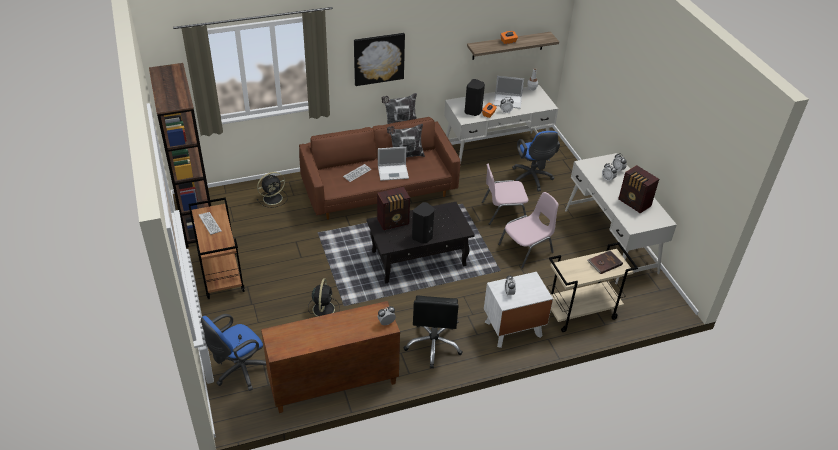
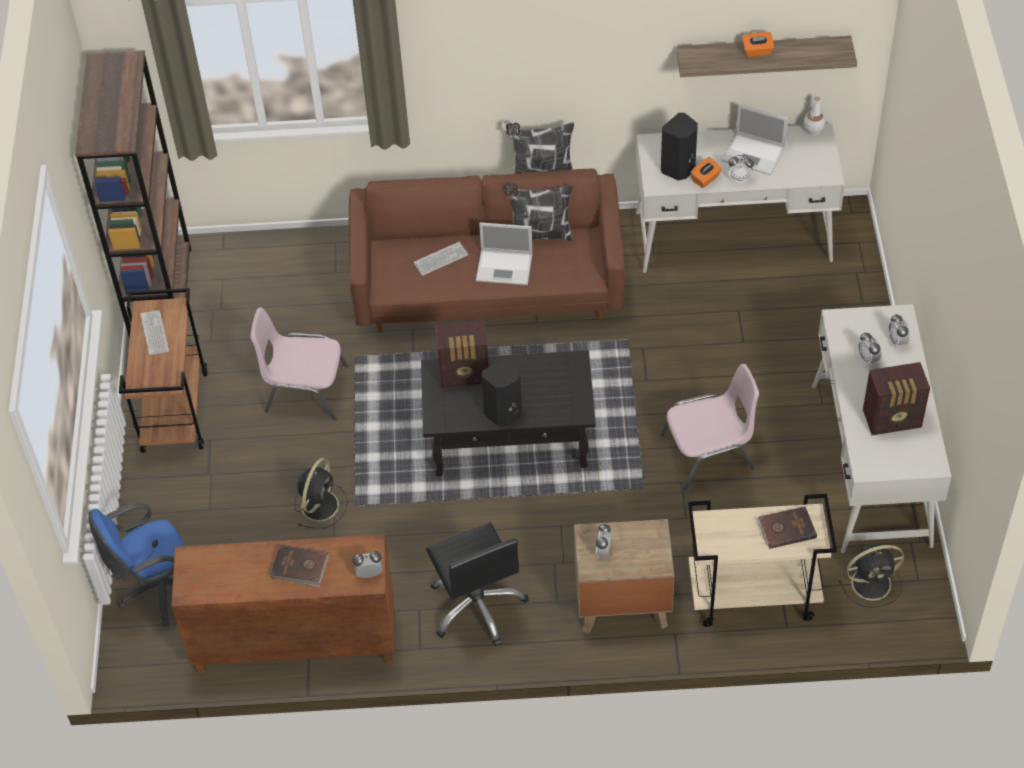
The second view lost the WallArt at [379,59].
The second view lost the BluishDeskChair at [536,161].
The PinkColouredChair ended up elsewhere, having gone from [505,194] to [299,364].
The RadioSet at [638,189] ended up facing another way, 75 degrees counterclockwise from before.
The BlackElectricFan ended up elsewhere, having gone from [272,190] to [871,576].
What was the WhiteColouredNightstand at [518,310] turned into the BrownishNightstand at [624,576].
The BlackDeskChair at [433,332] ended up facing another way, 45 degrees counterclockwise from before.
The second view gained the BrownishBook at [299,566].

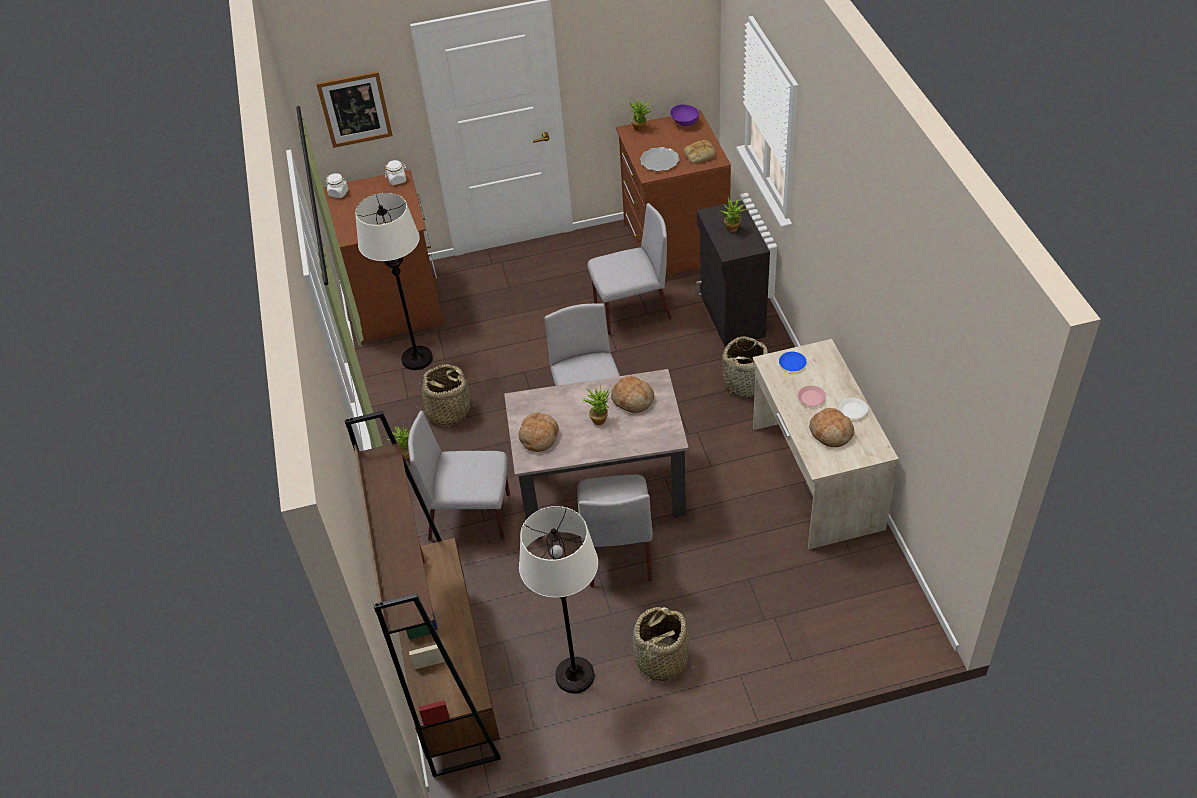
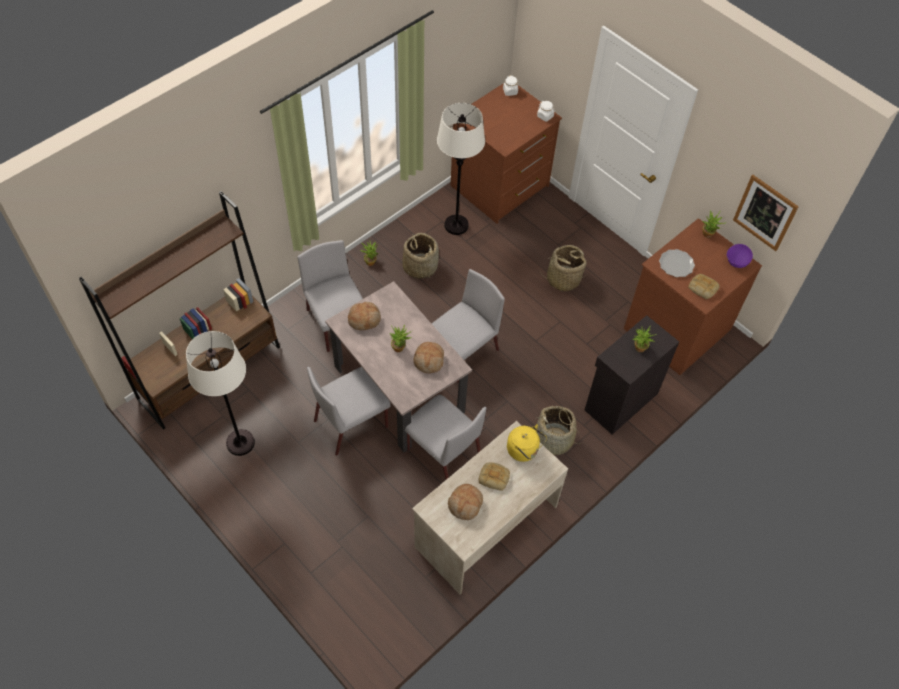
The WallArt ended up elsewhere, having gone from [354,109] to [766,213].
The GreyChair ended up elsewhere, having gone from [629,269] to [445,437].
Where the BluishDinnerPlate stood at [792,361], the YellowishTeaKettle came to stand at [527,443].
Where the PinkColouredDinnerPlate stood at [812,396], the BakedBread came to stand at [494,477].
The second view lost the WhiteColouredDinnerPlate at [853,408].
The Basket ended up elsewhere, having gone from [661,644] to [564,268].

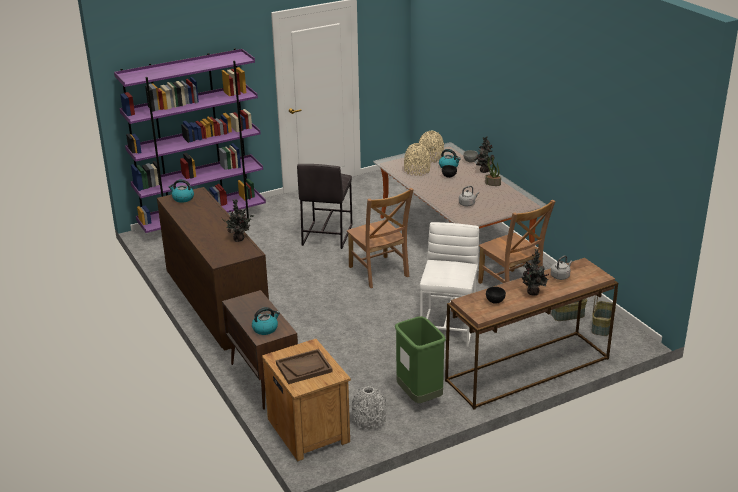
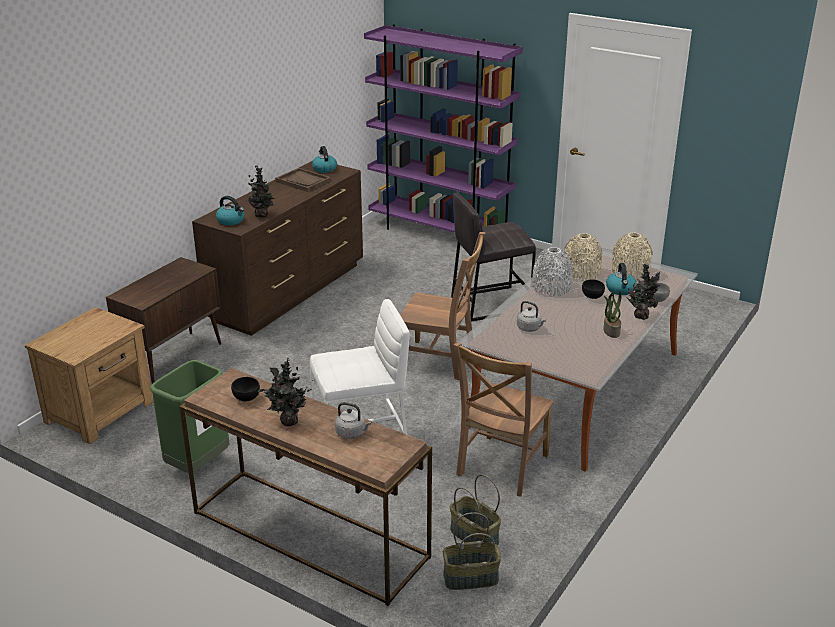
The BrownishChair at [380,238] ended up facing another way, 105 degrees counterclockwise from before.
The TeaKettle ended up elsewhere, having gone from [266,321] to [230,210].
The BrownishCarryingTray ended up elsewhere, having gone from [304,366] to [303,180].
The GreyFlowerVase ended up elsewhere, having gone from [369,408] to [552,272].

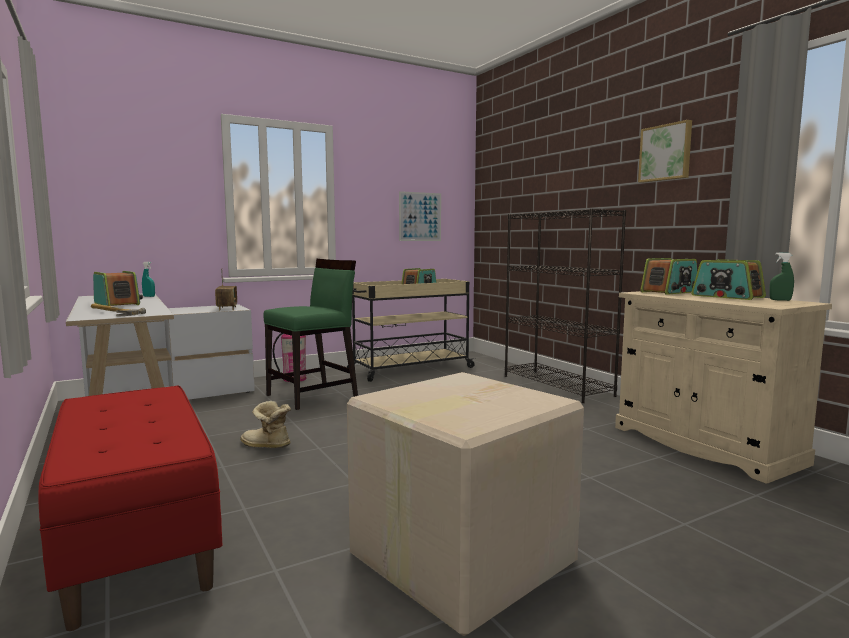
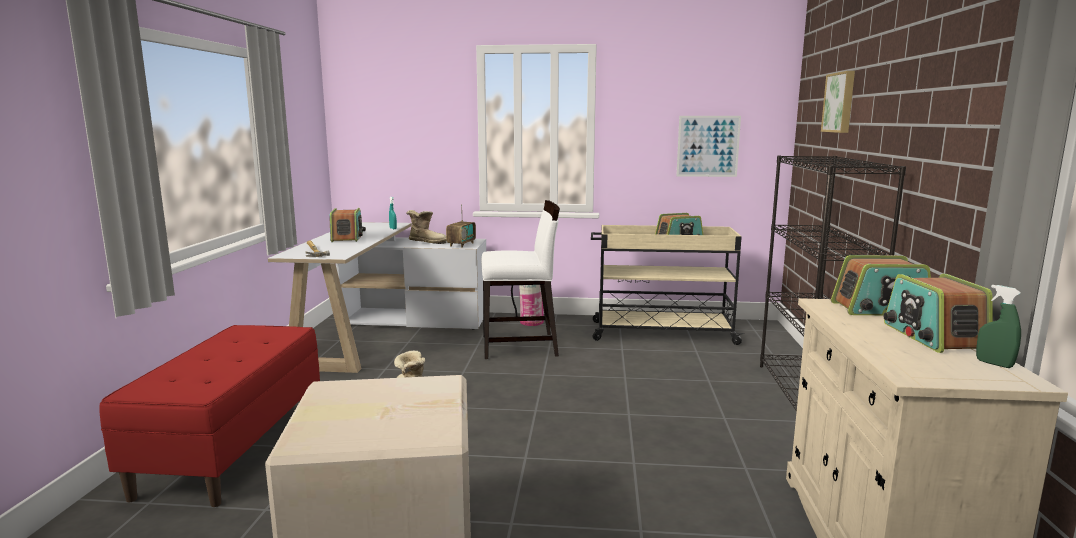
The WallArt ended up elsewhere, having gone from [665,151] to [838,102].
What was the GreenColouredChair at [310,334] turned into the WhiteColouredChair at [520,279].
The second view gained the Boot at [426,227].

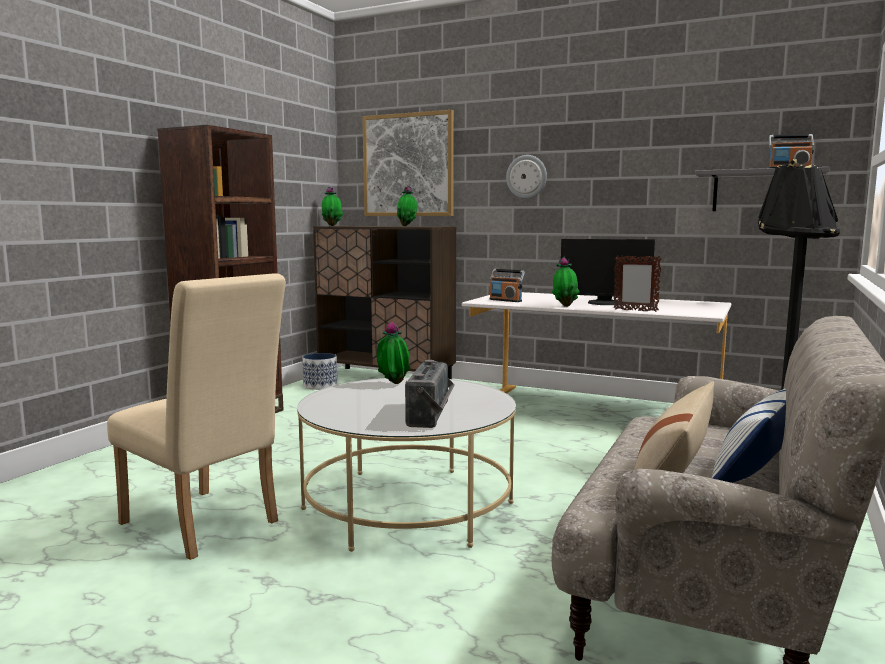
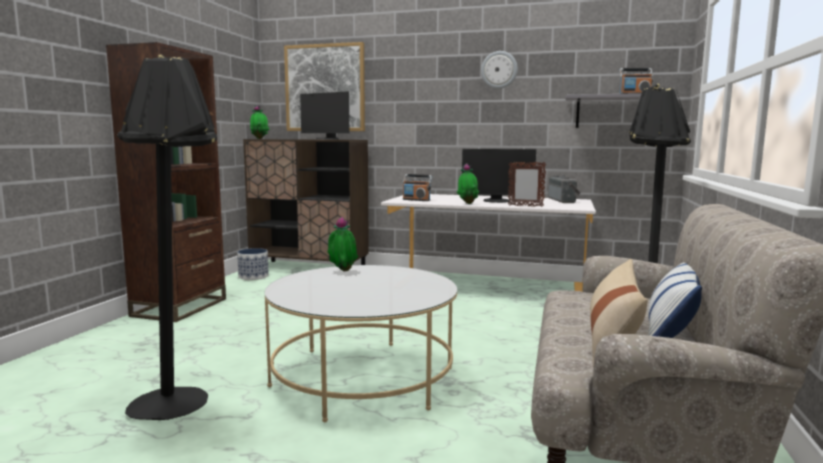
The HangingClock ended up elsewhere, having gone from [526,176] to [499,70].
Where the PlantInAPot stood at [407,205], the Monitor came to stand at [324,115].
Where the BeigeColouredChair stood at [196,416], the BlackFloorLamp came to stand at [167,237].
The RadioSet ended up elsewhere, having gone from [430,394] to [564,189].

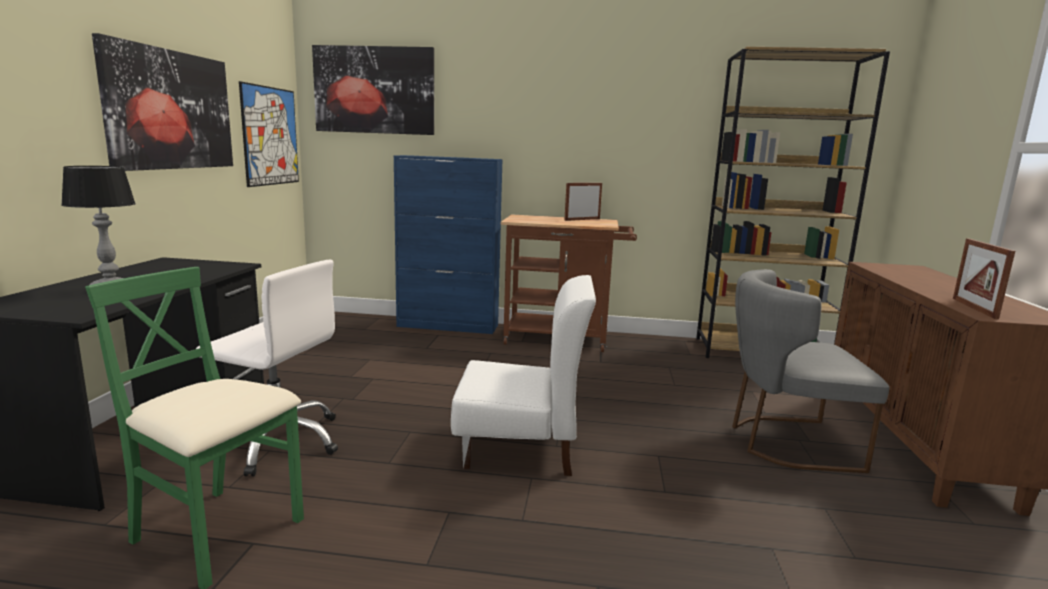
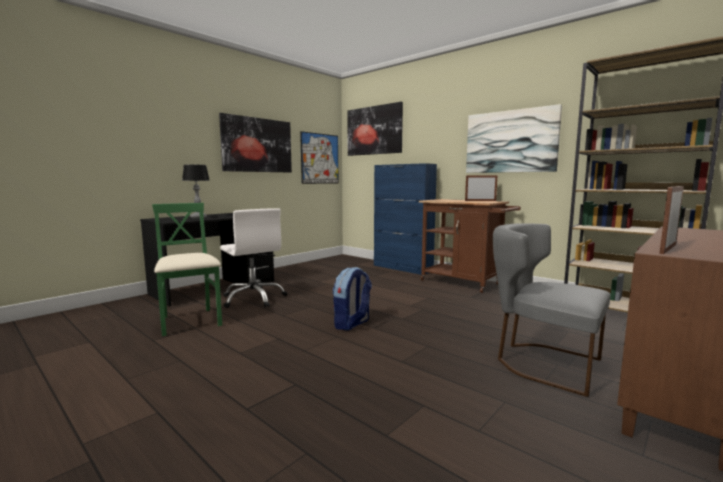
Where the WhiteColouredChair stood at [523,375], the Backpack came to stand at [352,299].
The second view gained the WallArt at [514,138].

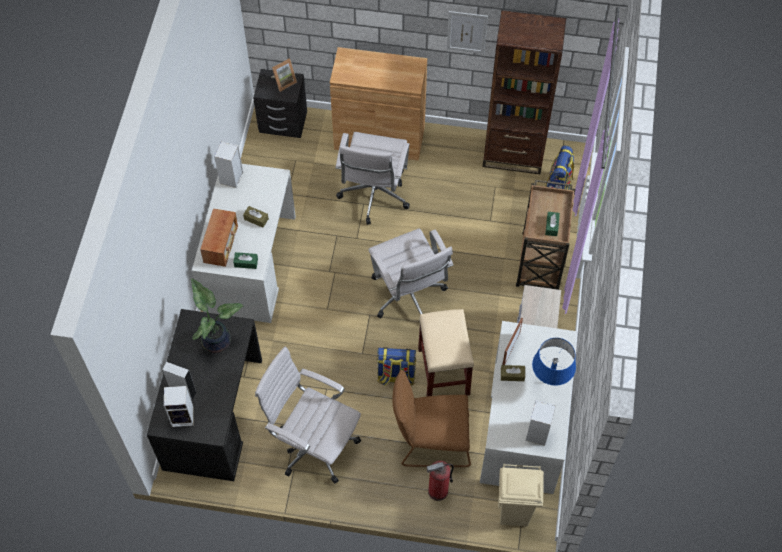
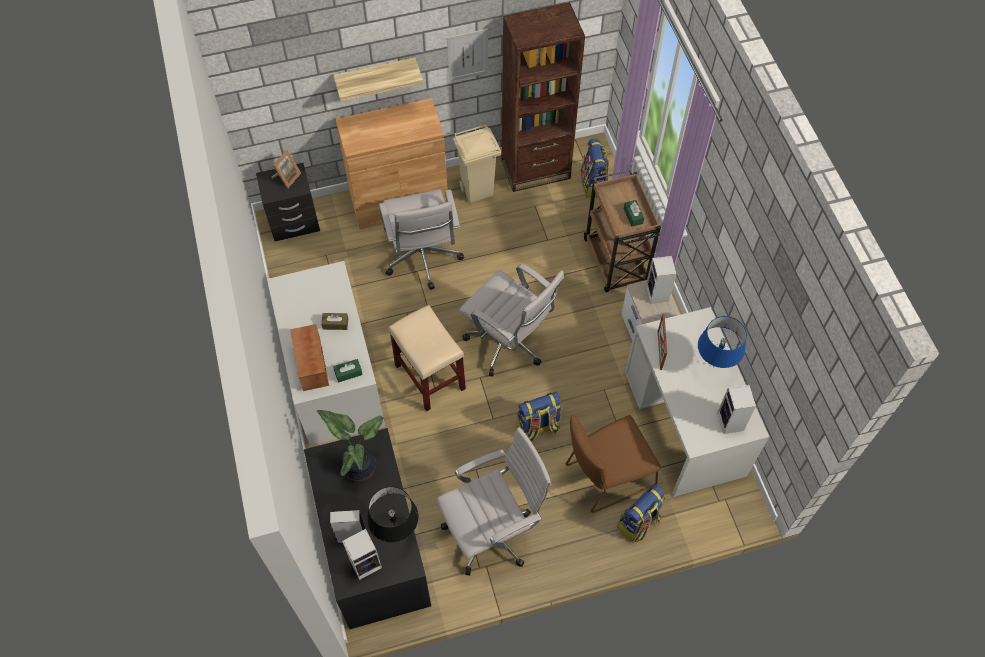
The Speaker ended up elsewhere, having gone from [228,164] to [661,280].
The BeigeColouredStoolSeat ended up elsewhere, having gone from [446,352] to [427,358].
The WhiteColouredDeskChair at [308,415] ended up facing another way, 150 degrees clockwise from before.
The second view lost the BrownishBoxOfTissues at [513,373].
Where the FireFightingCylinder stood at [440,481], the Backpack came to stand at [641,513].
The BeigeColouredTrashCan ended up elsewhere, having gone from [521,495] to [477,163].
The second view gained the BracketShelf at [378,79].
The second view gained the BlackTableLamp at [393,514].

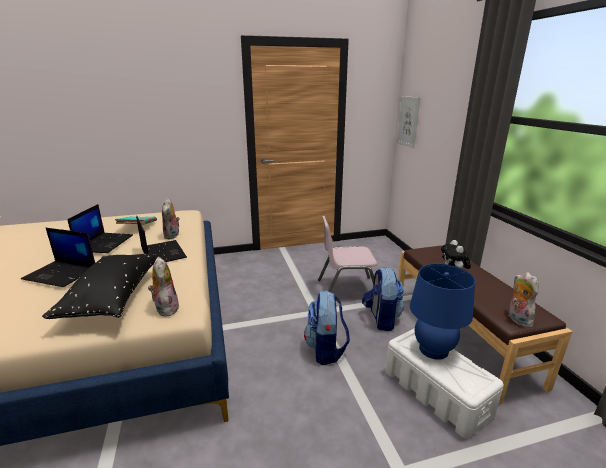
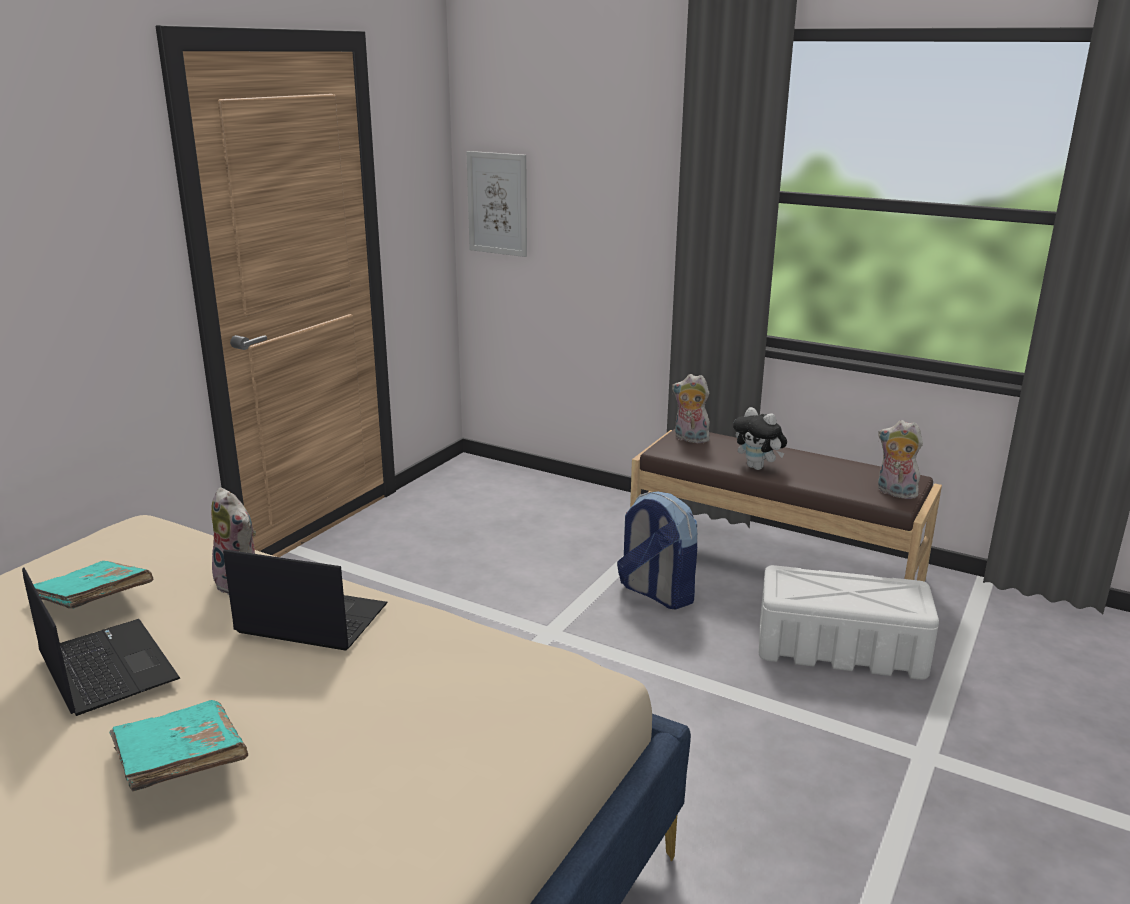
The second view lost the PinkColouredChair at [347,254].
Where the NotebookComputer stood at [58,257], the TurquoiseColouredBook came to stand at [179,746].
The second view lost the BlackCushion at [101,286].
The PlushToy ended up elsewhere, having gone from [163,286] to [691,408].
The second view lost the BluishTableLamp at [442,312].
The second view lost the Backpack at [327,327].

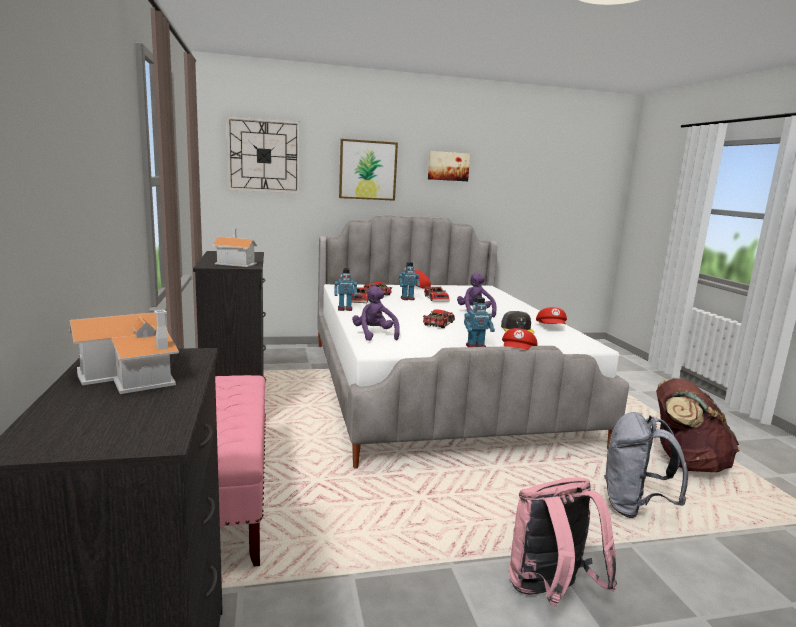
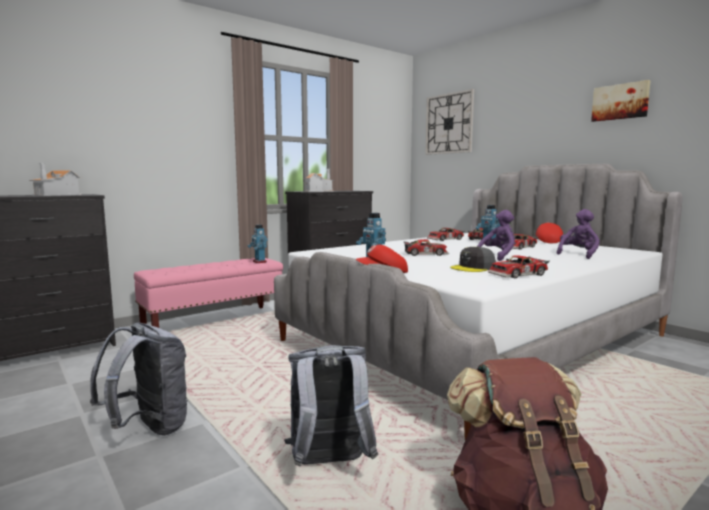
The second view lost the WallArt at [368,170].
The RobotFigure ended up elsewhere, having gone from [345,289] to [258,243].
The PurplishPlushToy ended up elsewhere, having gone from [376,313] to [578,234].
Where the RedColouredCap stood at [551,315], the ModelCar came to stand at [519,266].
What was the PinkColouredBackpack at [563,541] turned into the GreyBackpack at [139,379].

